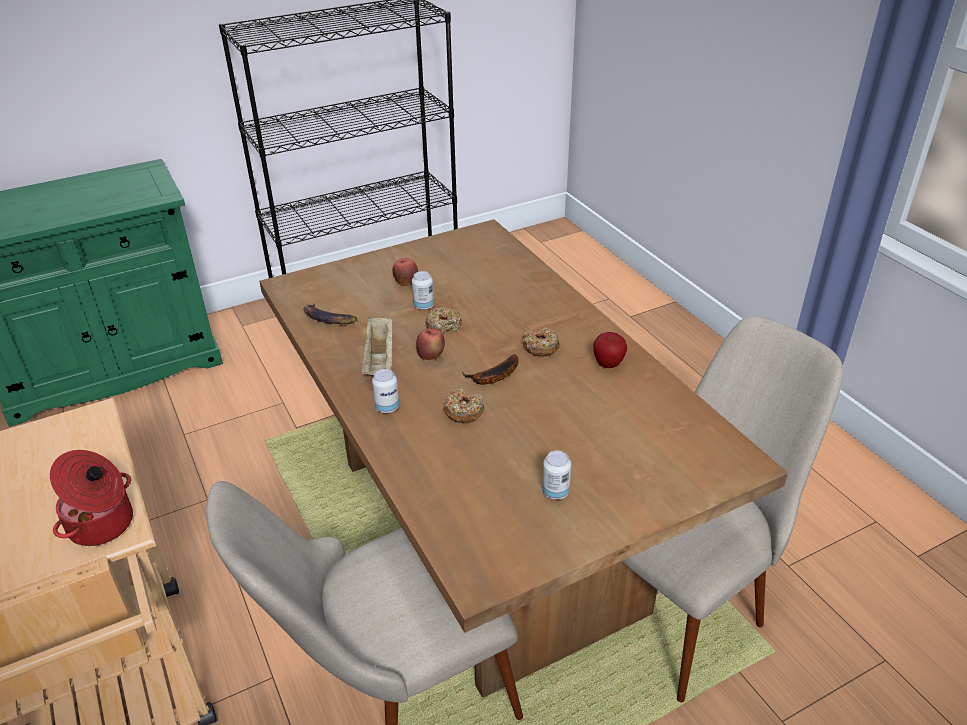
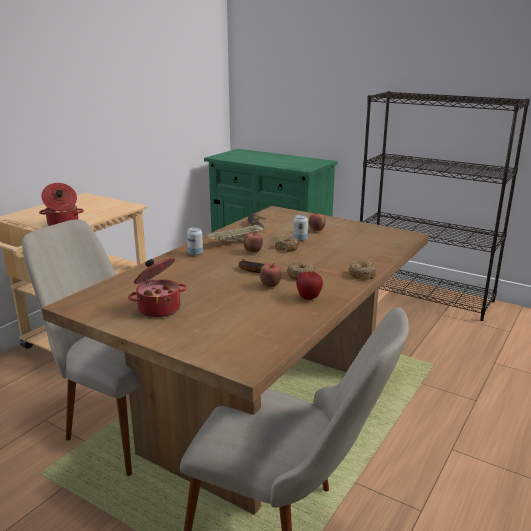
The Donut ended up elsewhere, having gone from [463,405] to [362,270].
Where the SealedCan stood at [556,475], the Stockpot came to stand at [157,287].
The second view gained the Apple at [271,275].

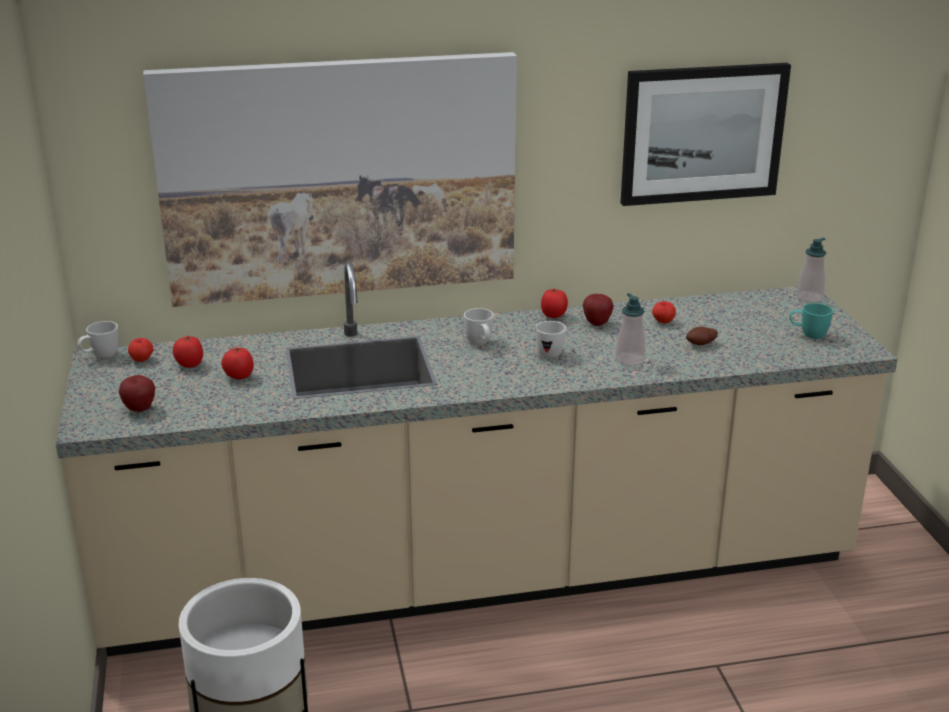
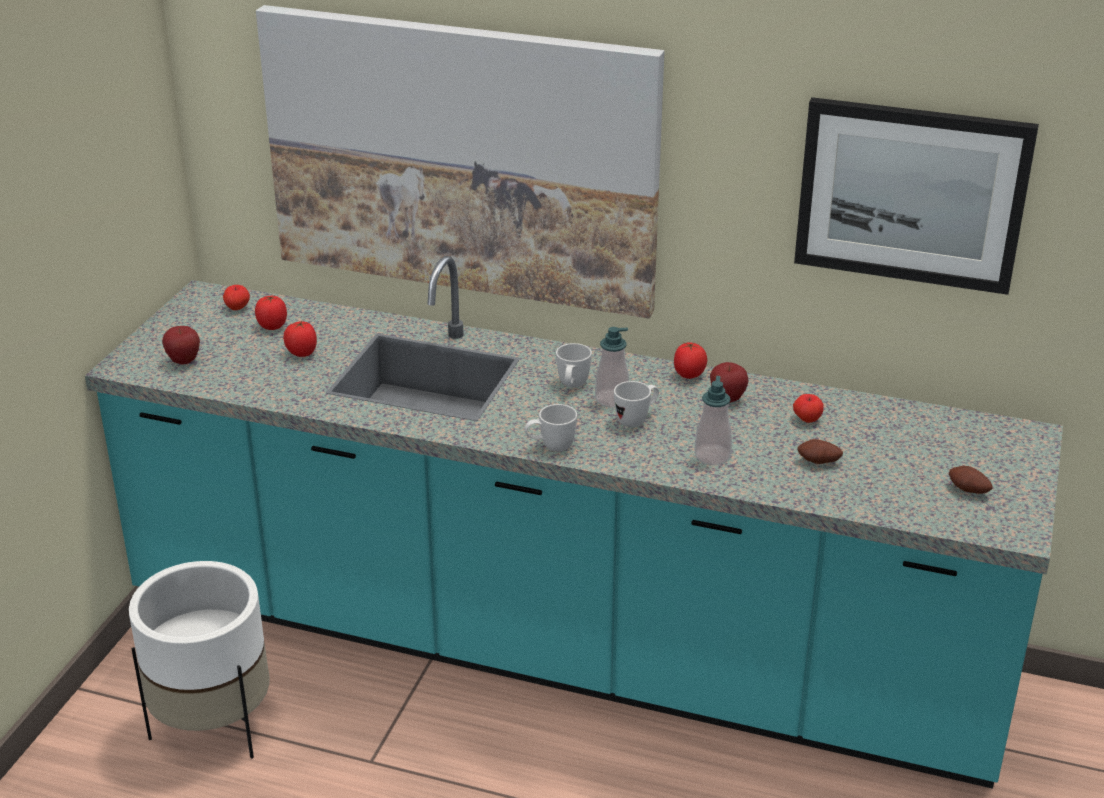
The SoapBottle ended up elsewhere, having gone from [811,270] to [612,367].
What was the BeigeColouredKitchenCounter at [477,459] turned into the TurquoiseColouredKitchenCounter at [574,522].
Where the TurquoiseColouredTeaMug stood at [811,321], the Spud came to stand at [971,480].
The WhiteColouredTeaMug ended up elsewhere, having gone from [98,339] to [551,427].

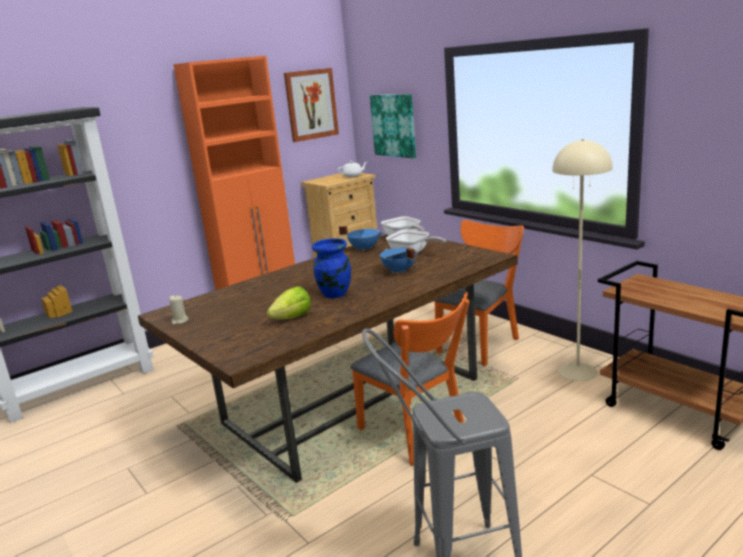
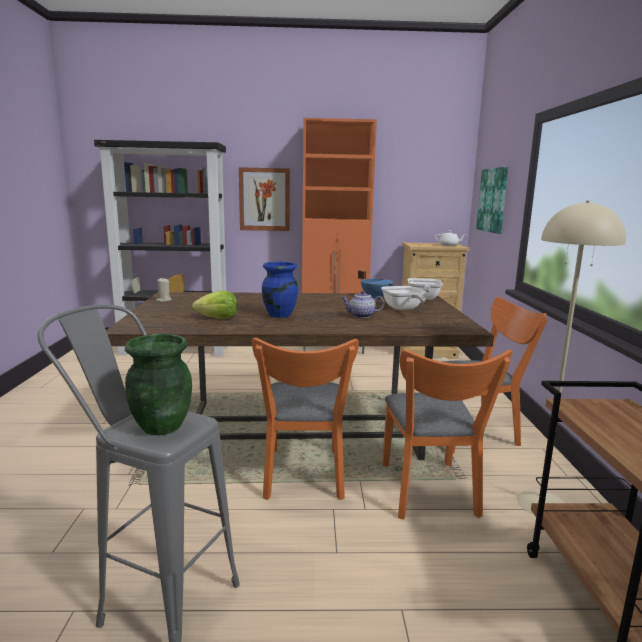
The WallArt ended up elsewhere, having gone from [311,105] to [264,199].
Where the BluishStockpot stood at [398,260], the PotForTea came to stand at [362,304].
The second view gained the GreenColouredFlowerVase at [158,384].
The second view gained the OrangeColouredChair at [447,435].

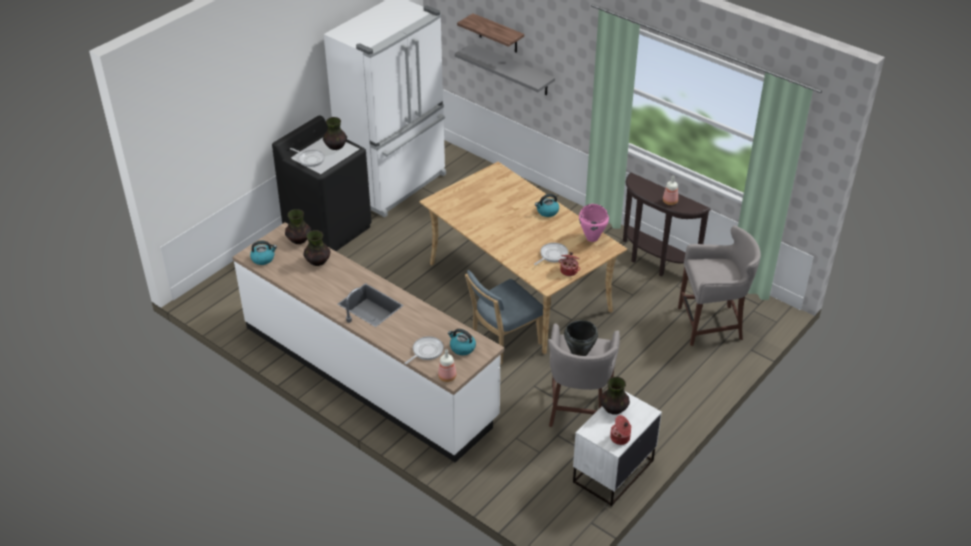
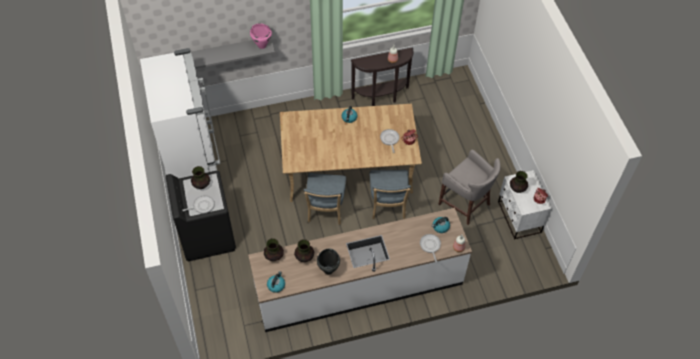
The second view lost the BracketShelf at [490,33].
The PinkColouredStockpot ended up elsewhere, having gone from [594,223] to [261,36].
The second view lost the GreyStoolSeat at [719,285].
The BlackStockpot ended up elsewhere, having gone from [581,338] to [328,262].
The second view gained the BluishChair at [325,199].

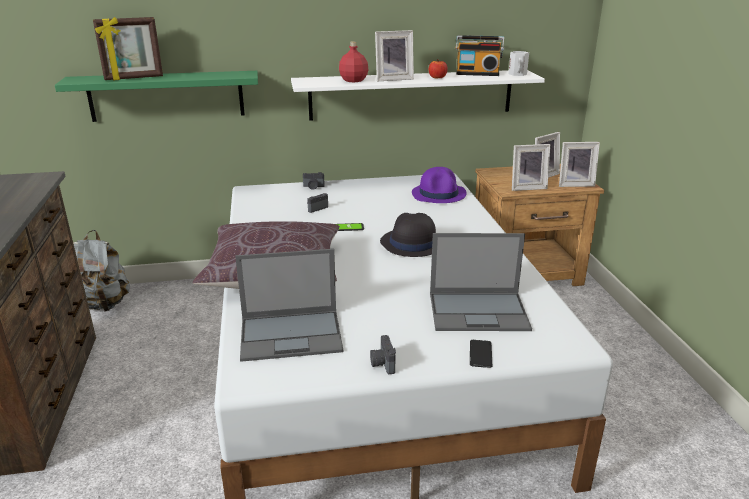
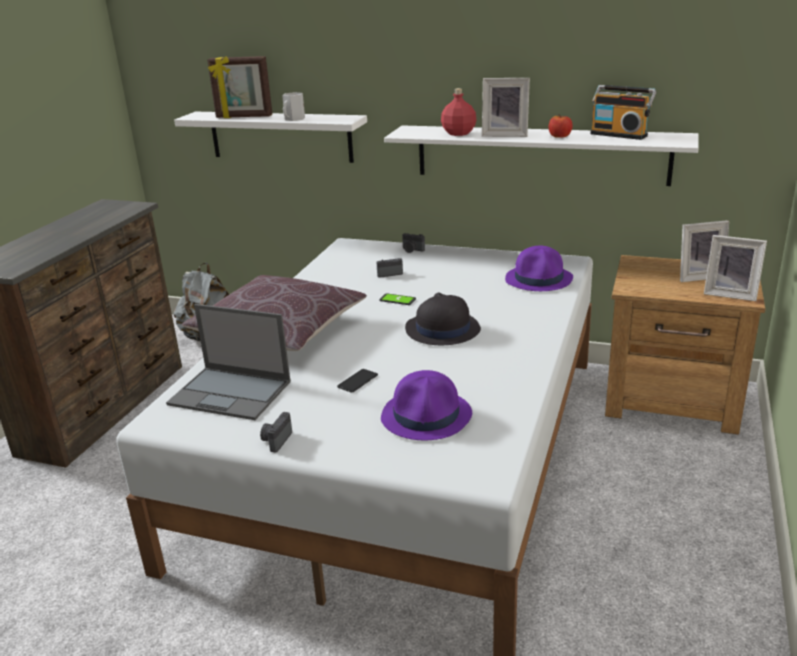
The WhiteColouredTeaMug ended up elsewhere, having gone from [518,63] to [293,106].
What was the GreenColouredBracketShelf at [156,96] turned into the WhiteColouredBracketShelf at [270,137].
The second view lost the StandingFrame at [531,167].
Where the NotebookComputer stood at [481,282], the PurplishClothingHat came to stand at [426,405].
The Handset ended up elsewhere, having gone from [481,354] to [357,380].

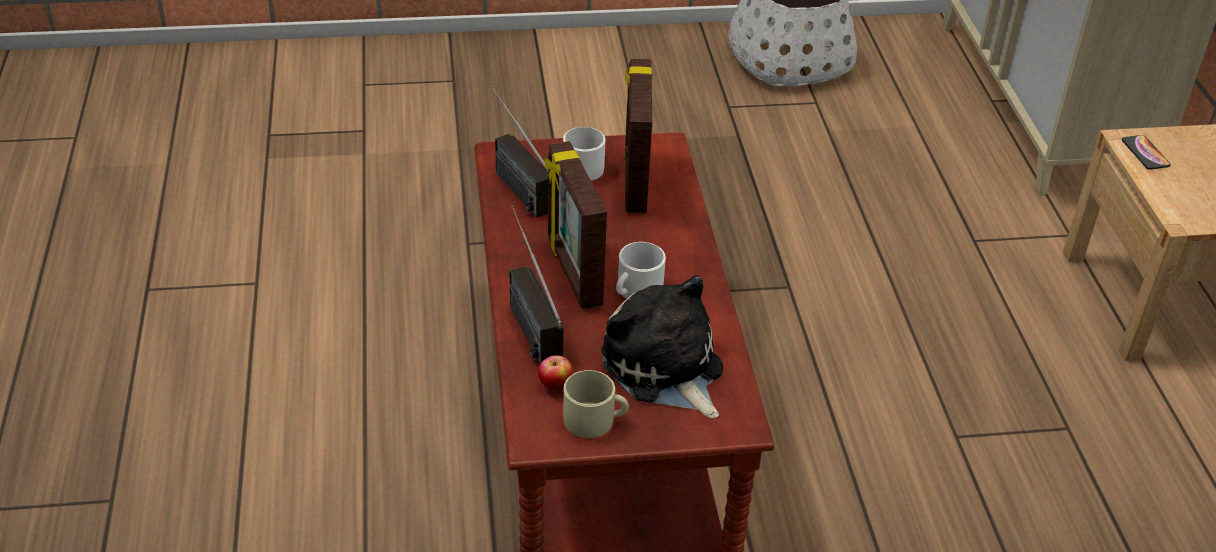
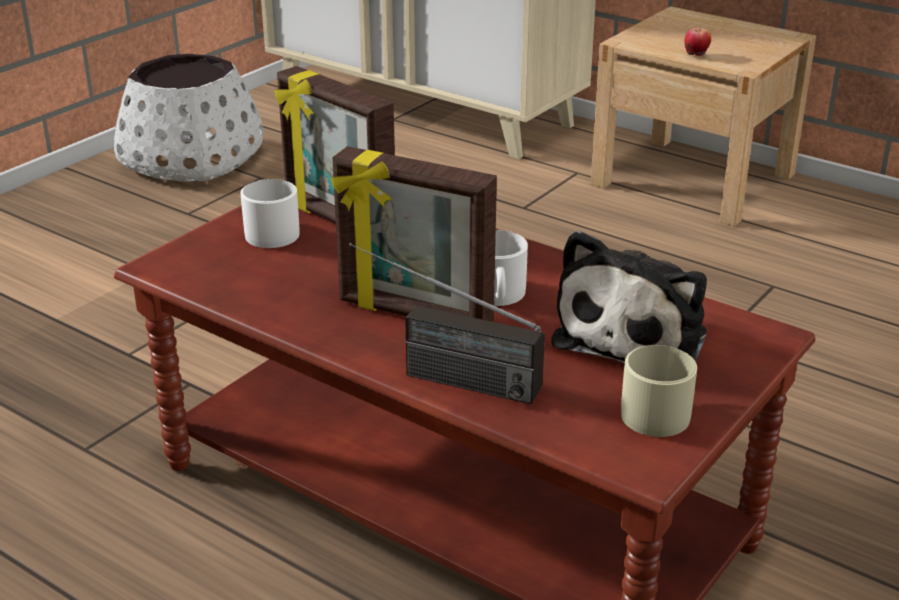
The second view lost the RadioSet at [518,150].
The second view lost the Handset at [1146,152].
The PlushToy at [662,346] ended up facing another way, 75 degrees counterclockwise from before.
The Apple ended up elsewhere, having gone from [555,373] to [697,42].

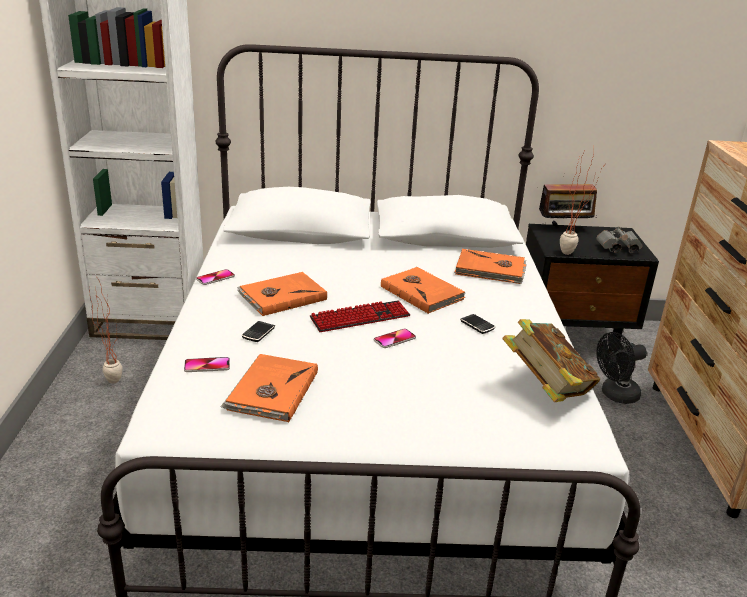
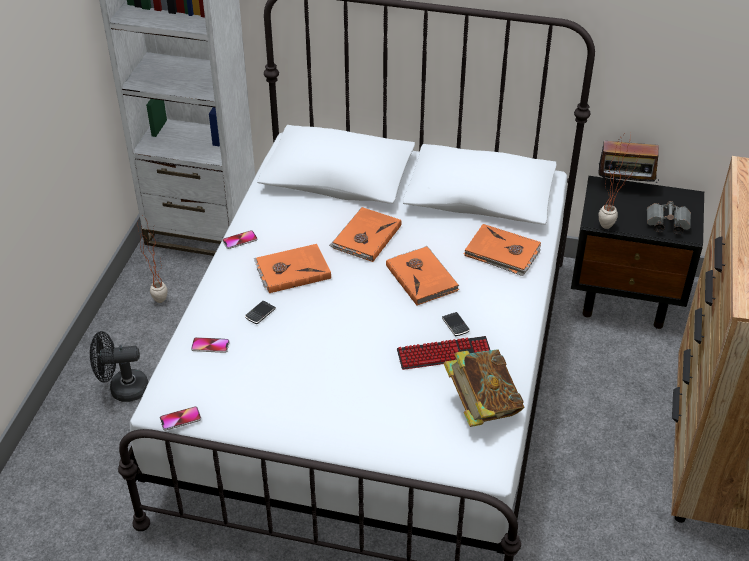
The PcKeyboard ended up elsewhere, having gone from [360,316] to [443,353].
The Handset ended up elsewhere, having gone from [395,338] to [180,418].
The BlackElectricFan ended up elsewhere, having gone from [622,368] to [119,366].
The OrangeColouredBook ended up elsewhere, having gone from [269,388] to [365,234].

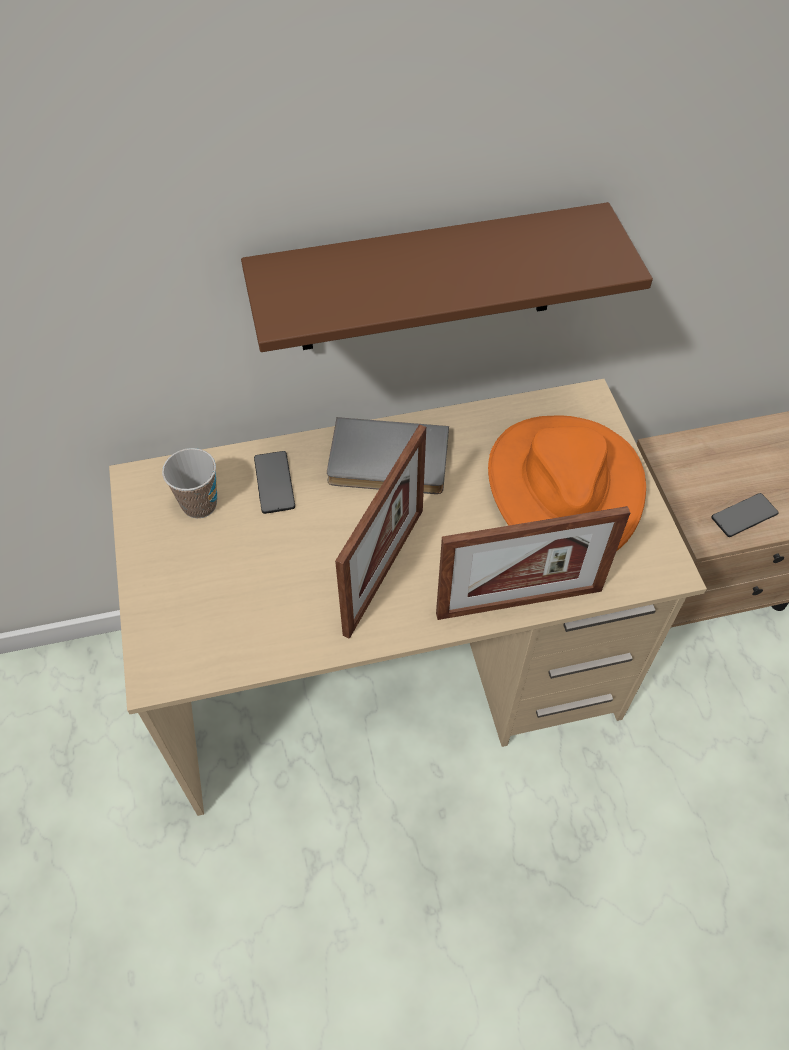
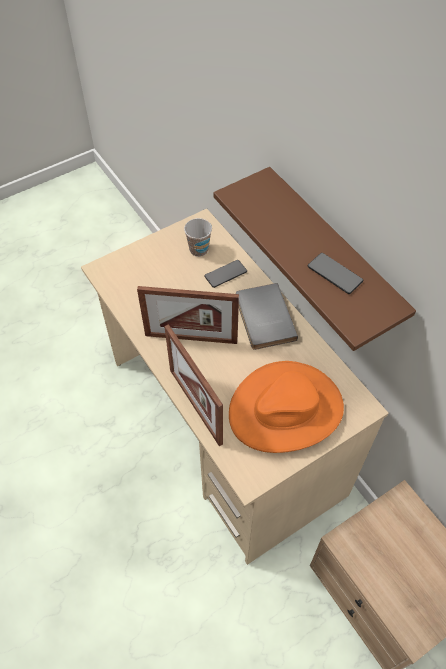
The Handset ended up elsewhere, having gone from [744,515] to [335,273].

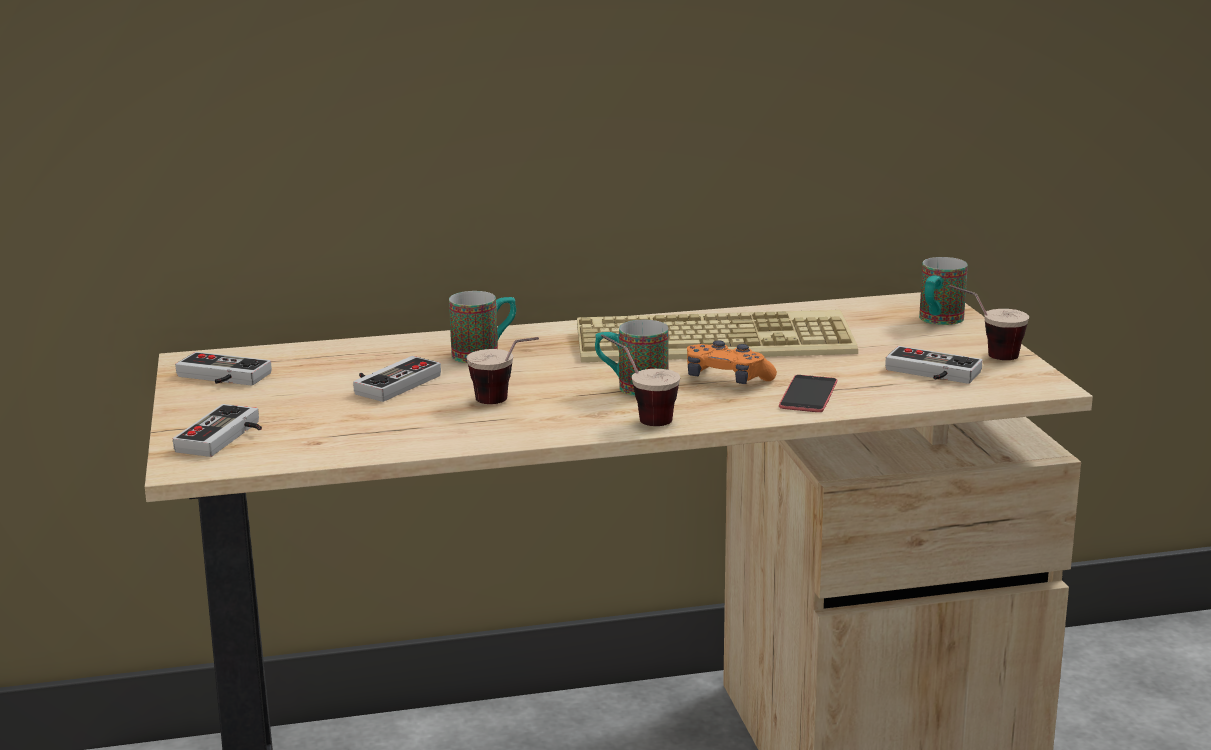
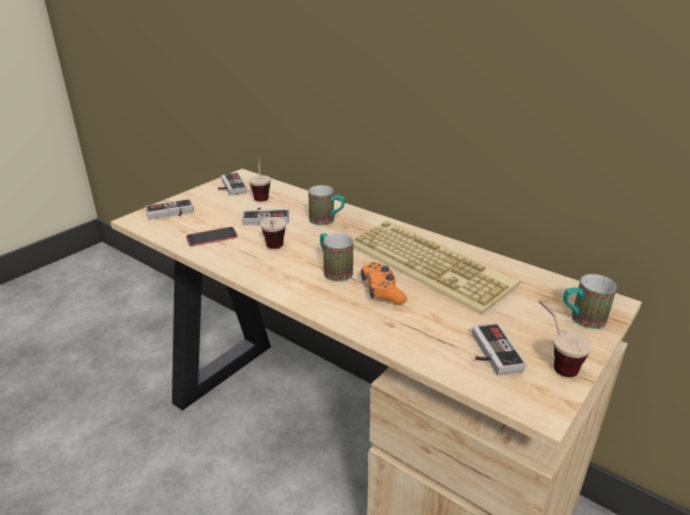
The SmallCup ended up elsewhere, having gone from [640,380] to [260,178].
The Handset ended up elsewhere, having gone from [808,393] to [212,236].

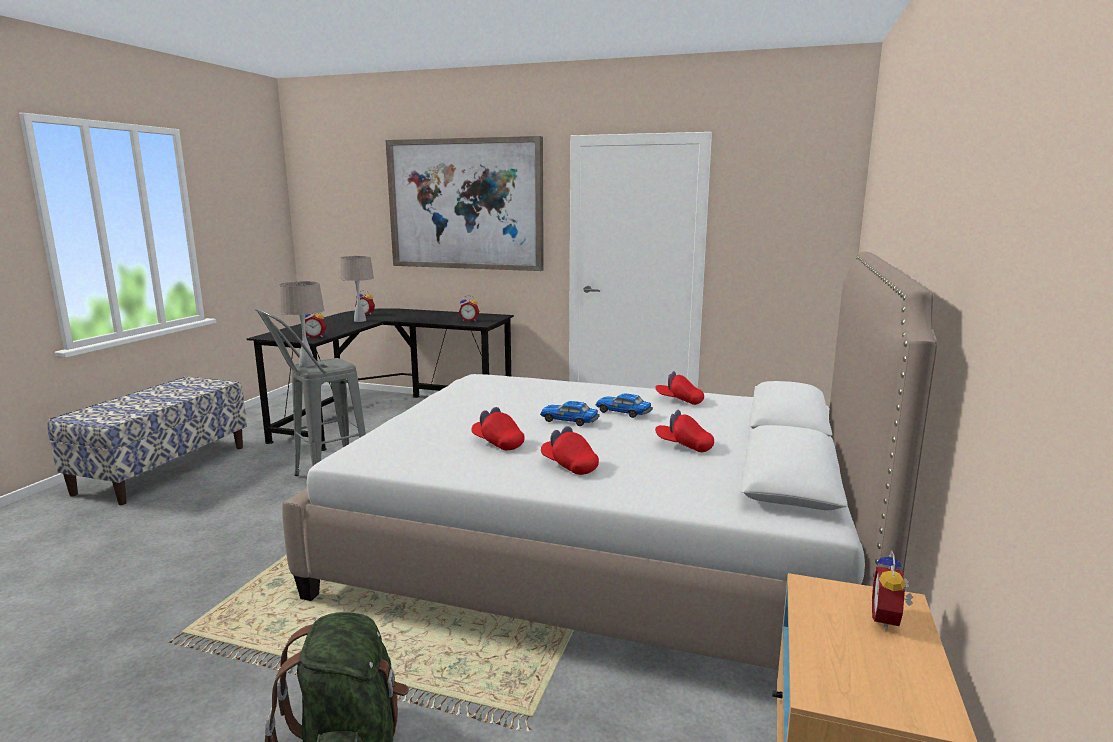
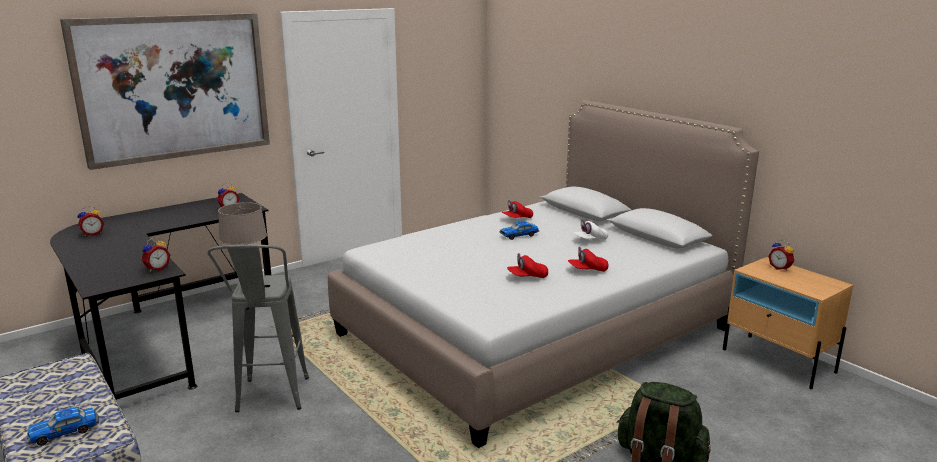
The second view lost the BeigeColouredTableLamp at [357,288].
The ModelCar ended up elsewhere, having gone from [570,413] to [63,426].
What was the RedColouredCap at [684,431] turned into the WhiteColouredCap at [591,230].

